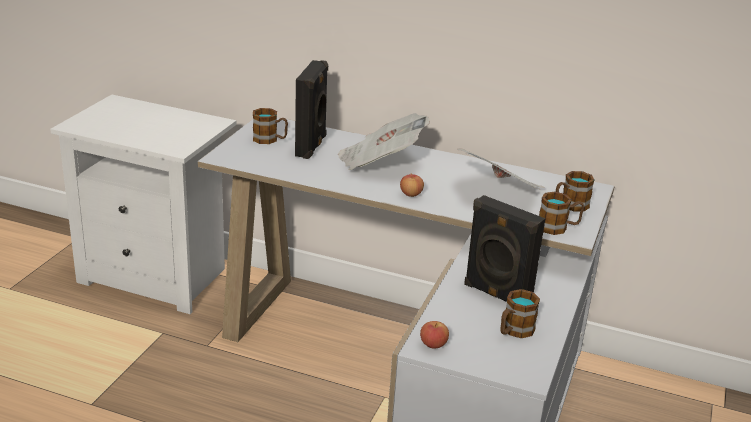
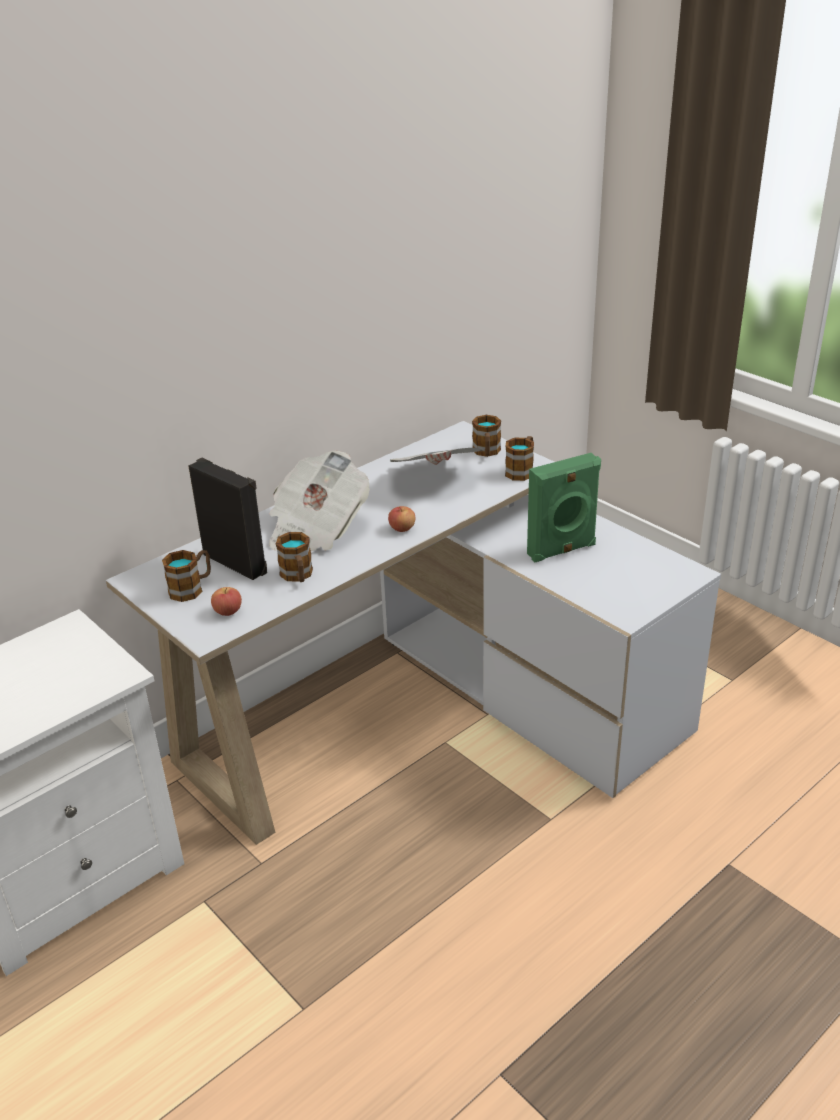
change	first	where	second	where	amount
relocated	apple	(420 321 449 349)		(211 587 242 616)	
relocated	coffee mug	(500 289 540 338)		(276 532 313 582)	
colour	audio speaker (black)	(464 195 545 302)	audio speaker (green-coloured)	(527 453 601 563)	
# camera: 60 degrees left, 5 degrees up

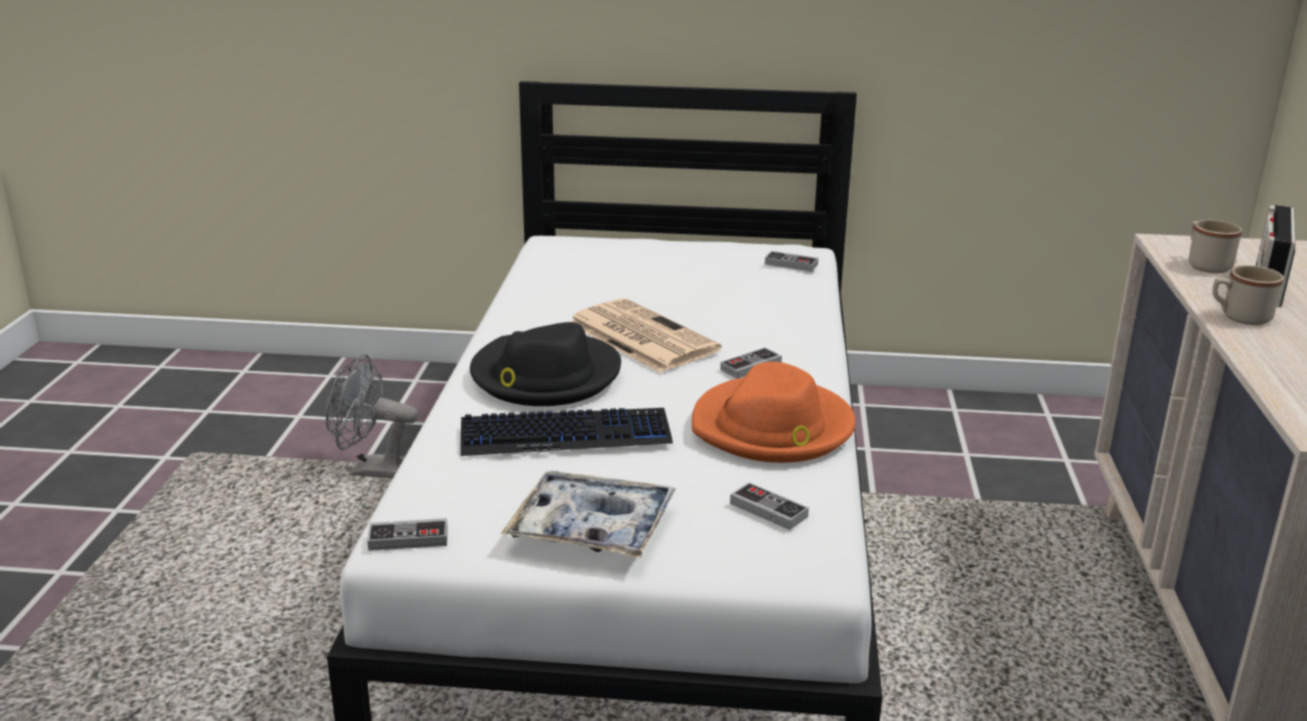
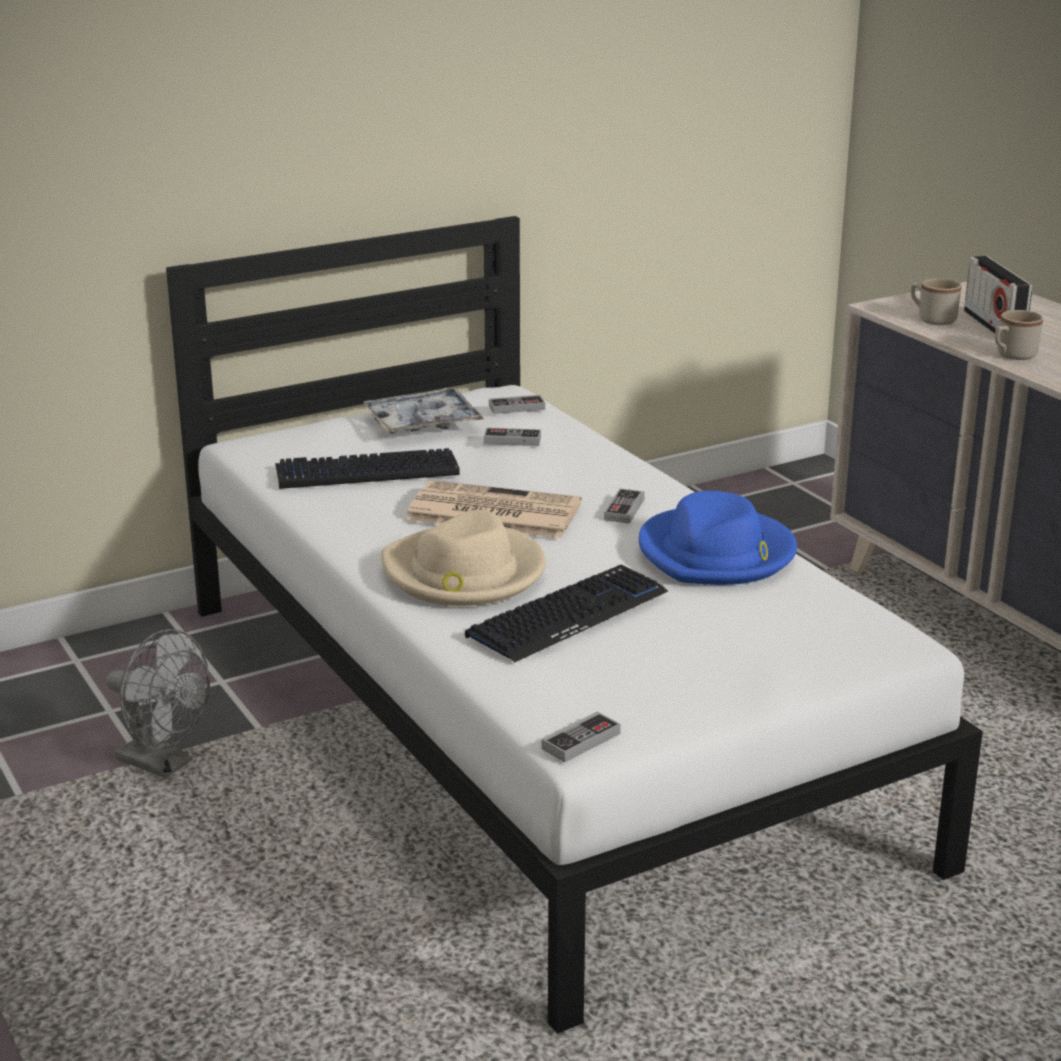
change	first	where	second	where	amount
spun	electric fan (greyish)	(326 354 418 478)		(106 629 210 778)	120 degrees counterclockwise
appeared			keyboard	(275 448 459 489)	
relocated	serving tray	(501 471 676 558)		(363 388 484 434)	
colour	clothing hat (black)	(470 322 621 406)	clothing hat (beige)	(381 510 546 606)	
relocated	gamepad	(730 482 809 530)		(484 428 541 446)	
colour	clothing hat (orange-coloured)	(692 362 856 463)	clothing hat (blue)	(639 491 797 585)	
# camera: 35 degrees left, 0 degrees up

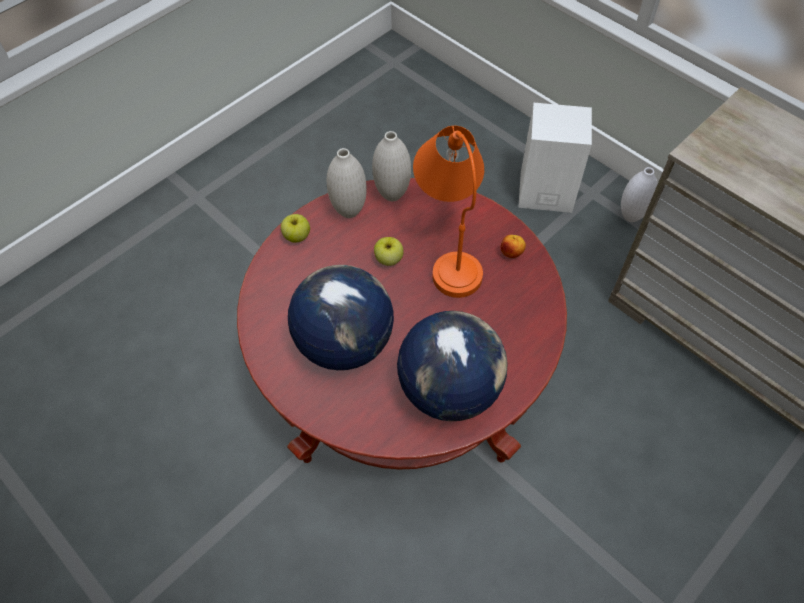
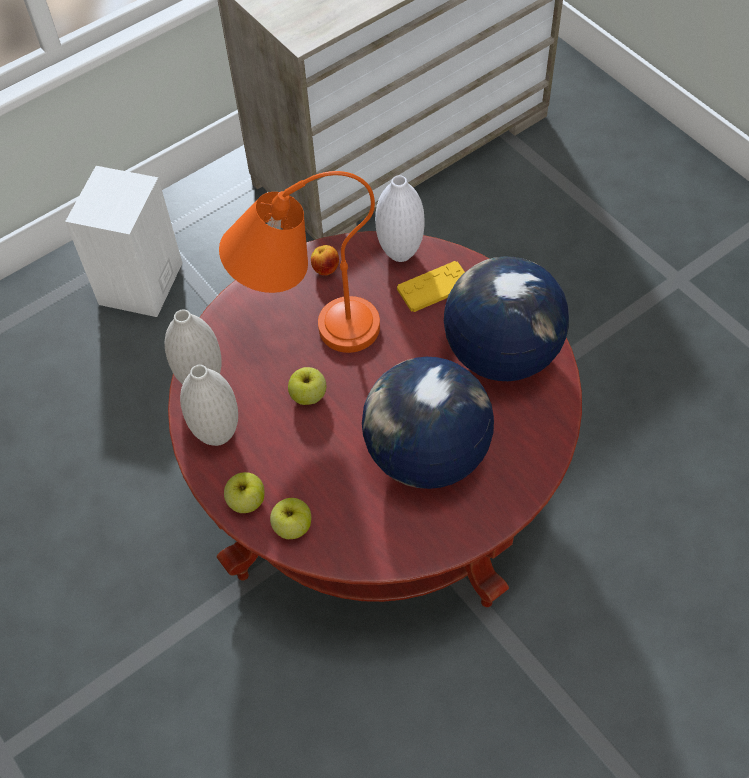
change	first	where	second	where	amount
appeared			apple	(270 498 311 539)	
relocated	flower vase (white)	(621 167 658 222)		(375 175 424 262)	
appeared			gamepad (yellow)	(397 261 465 312)	
# camera: 80 degrees left, 0 degrees up

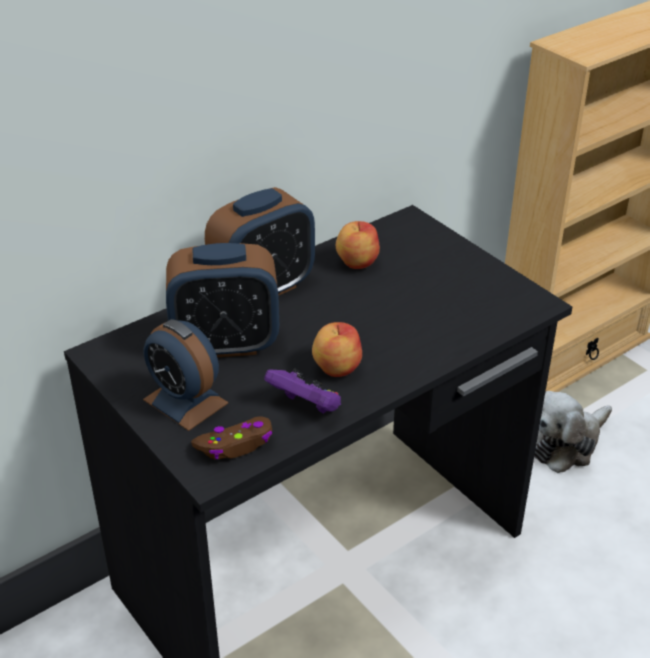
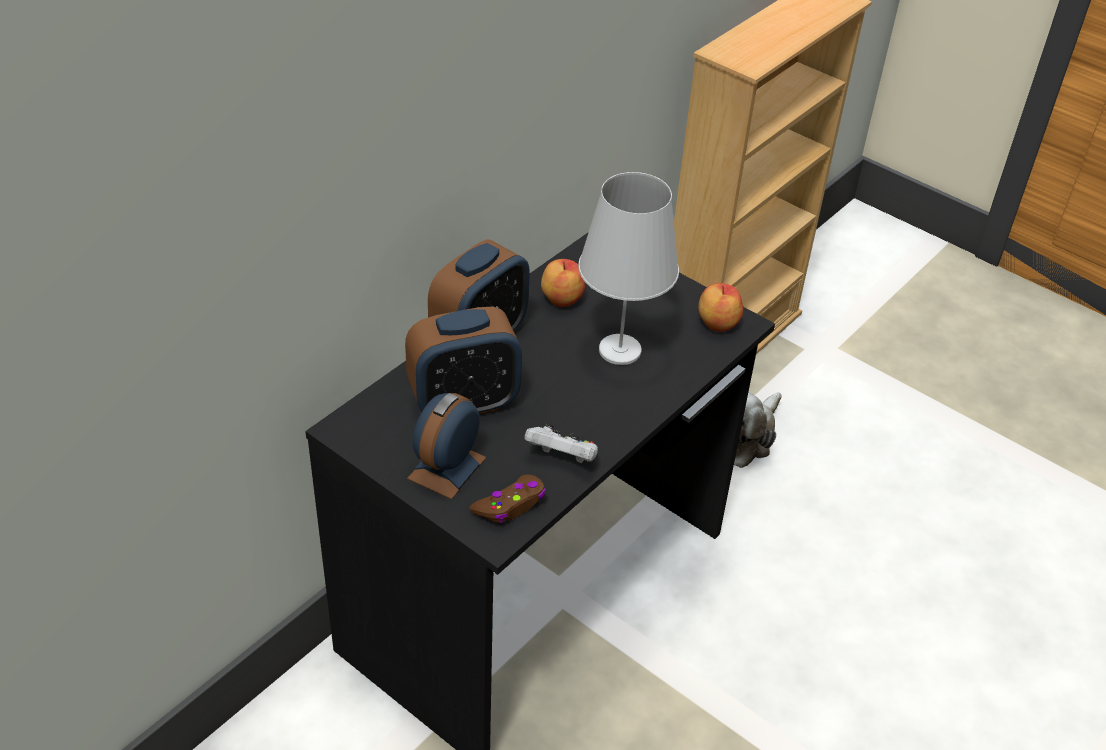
change	first	where	second	where	amount
spun	table clock	(143 319 228 431)		(407 393 486 499)	90 degrees clockwise
colour	gamepad (purple-coloured)	(264 369 341 414)	gamepad (white)	(524 423 598 463)	
appeared			lamp for a table (white)	(578 172 679 365)	
relocated	apple	(312 322 362 377)		(698 283 743 332)	
# camera: 15 degrees left, 5 degrees up

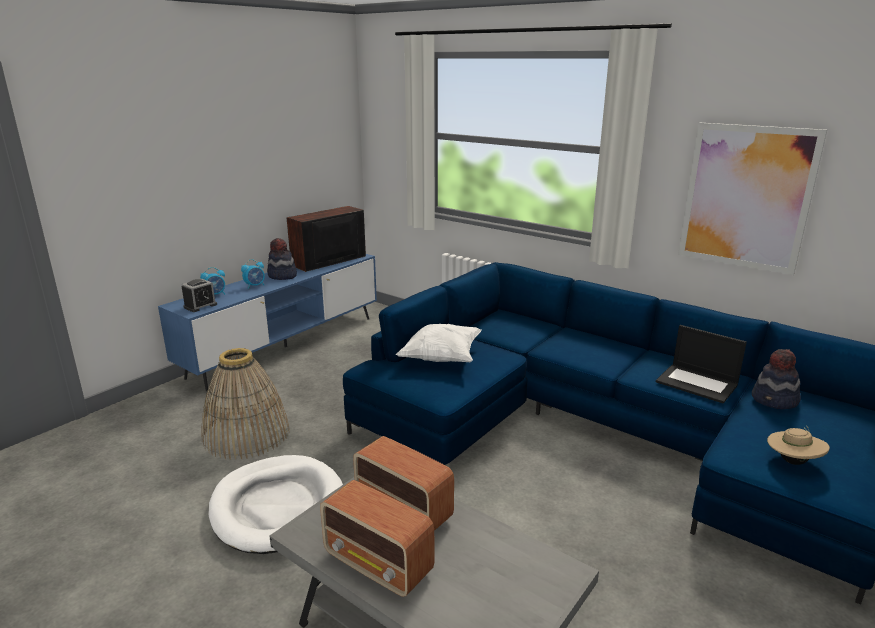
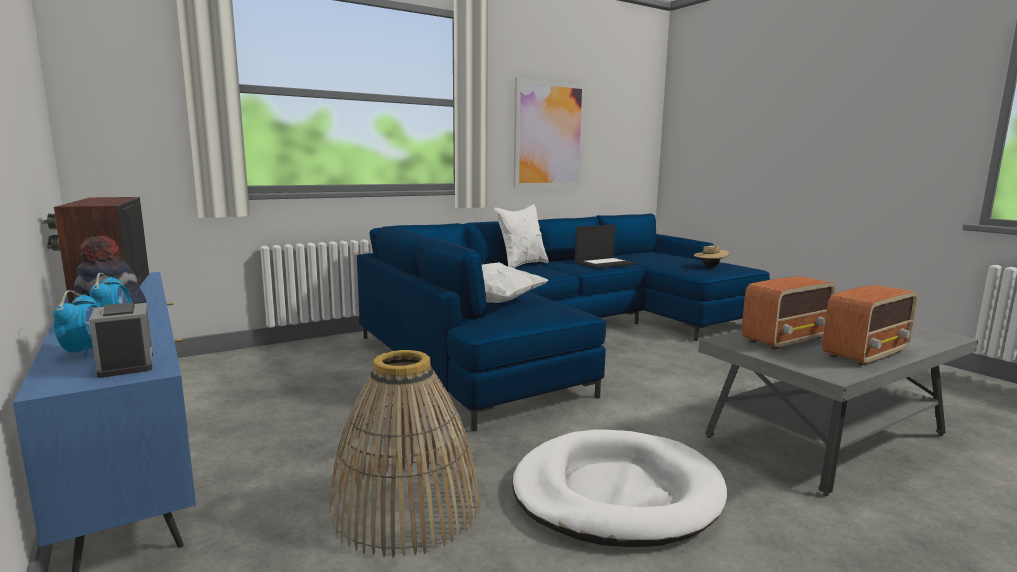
change	first	where	second	where	amount
appeared			pillow (white)	(494 204 549 268)	
missing	clothing hat	(752 349 801 409)			
# camera: 70 degrees left, 10 degrees down

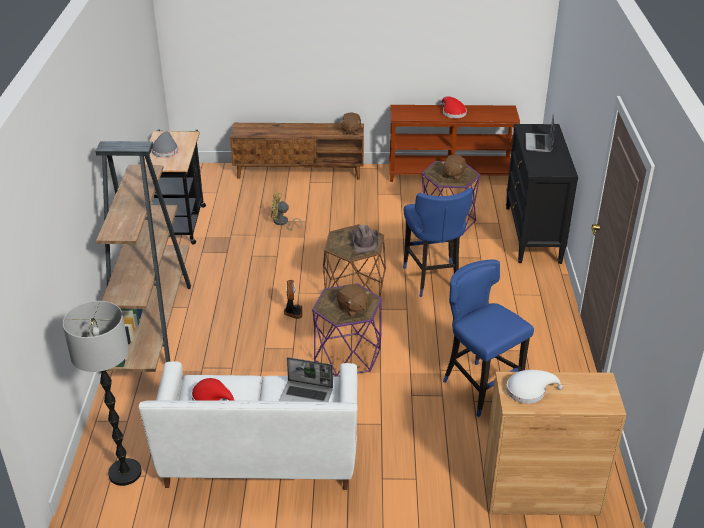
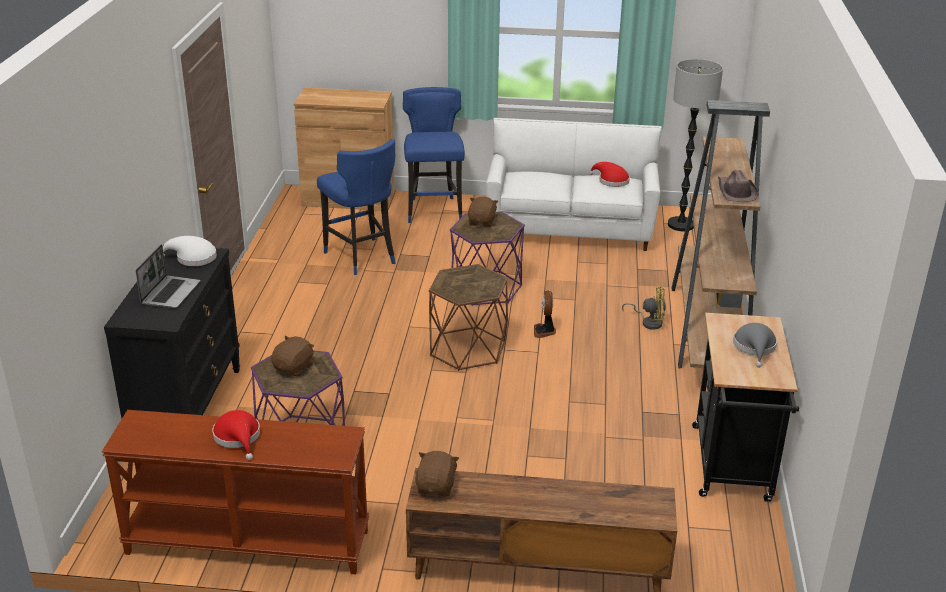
change	first	where	second	where	amount
relocated	clothing hat (white)	(506 370 563 404)		(163 236 217 266)	
relocated	stool (blue)	(403 188 473 297)		(403 87 465 223)	
spun	cuddly toy (brown)	(337 284 370 317)		(468 196 499 227)	45 degrees clockwise
relocated	electric fan (yellow)	(271 193 302 231)		(622 287 666 330)	
relocated	clothing hat (brown)	(350 225 378 253)		(718 170 759 202)	
missing	laptop	(279 357 333 402)			
# camera: 175 degrees left, 5 degrees down

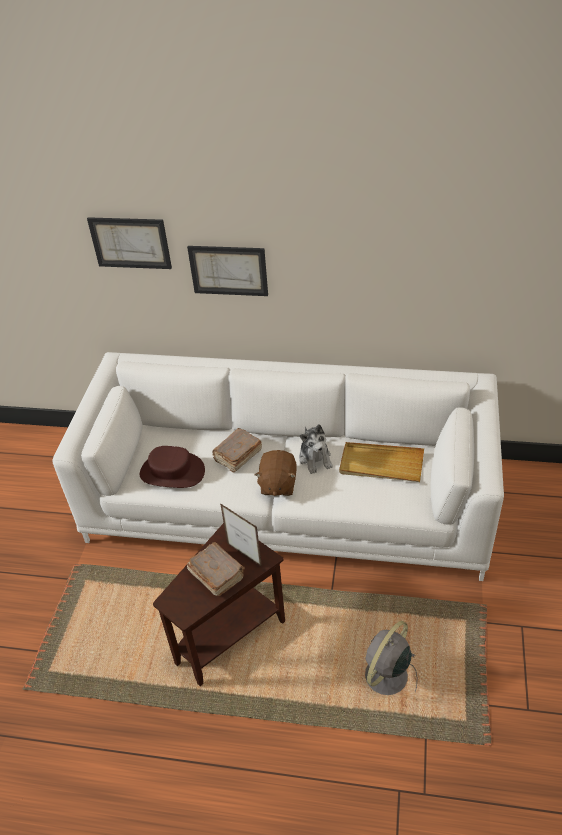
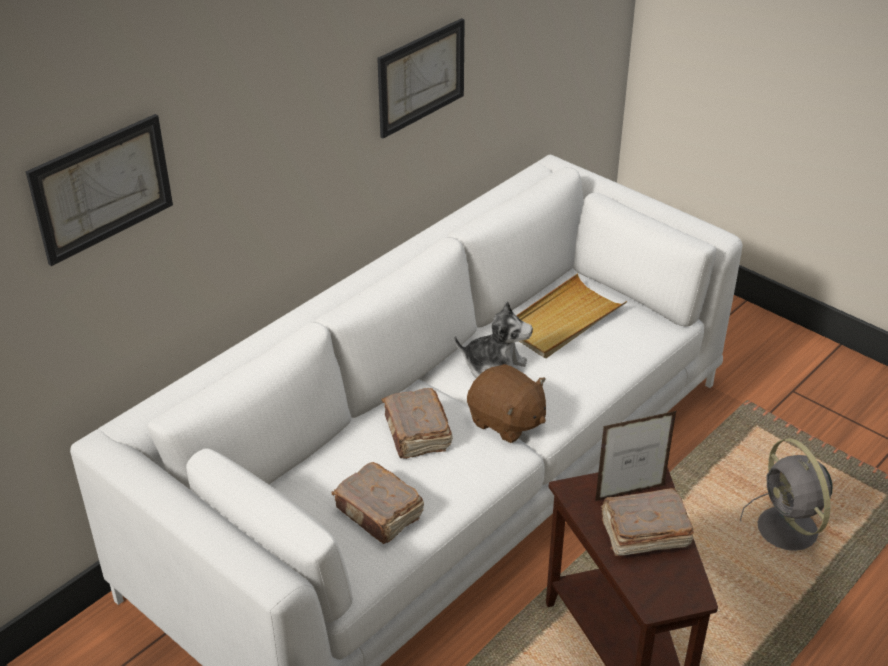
change	first	where	second	where	amount
exchanged	clothing hat (brown)	(140 446 205 488)	bound book (brown)	(332 462 424 544)	
relocated	wall picture	(187 246 268 296)		(377 18 465 139)	
# camera: 60 degrees left, 5 degrees down

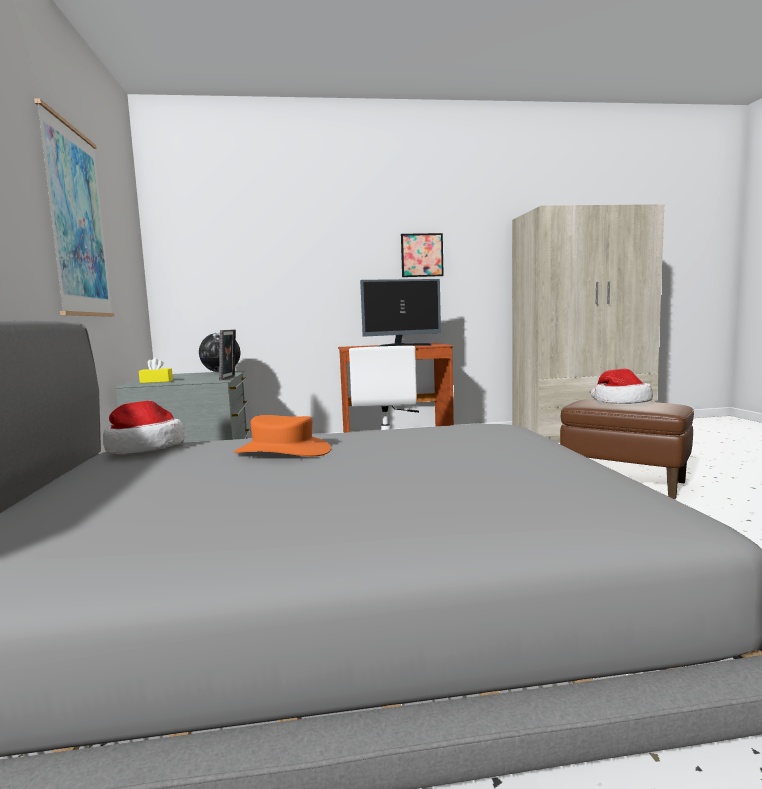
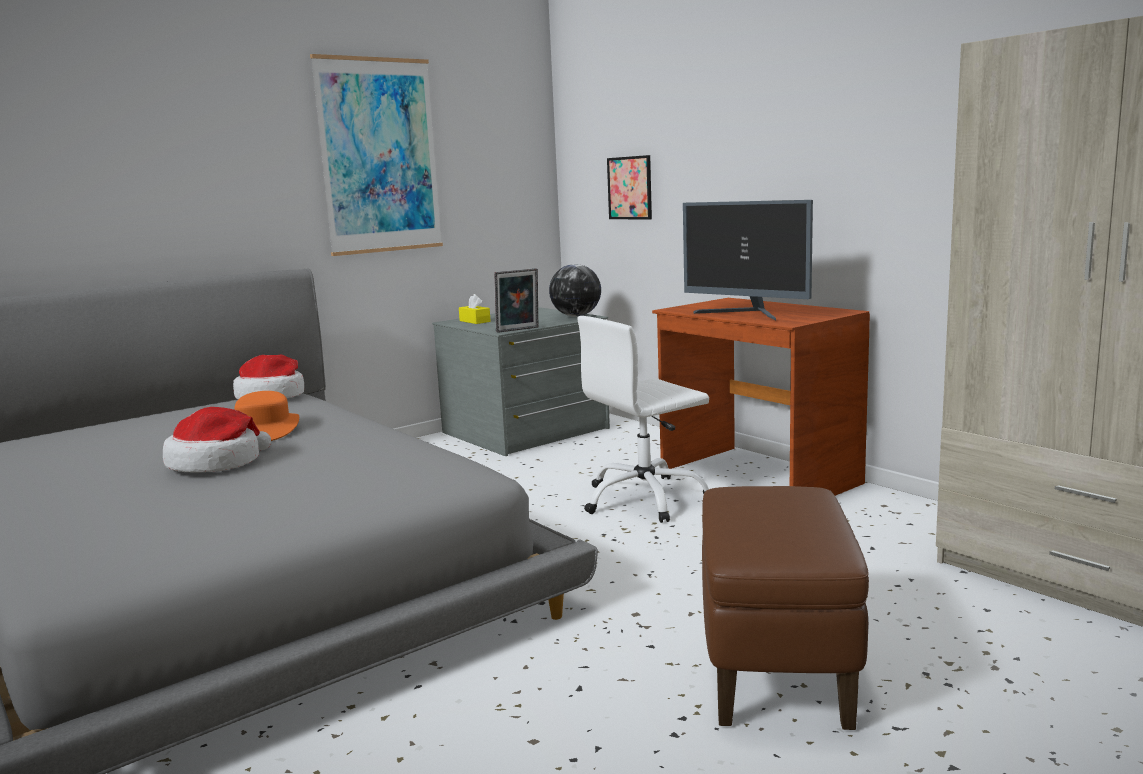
change	first	where	second	where	amount
relocated	clothing hat	(591 369 653 404)		(163 407 271 473)	
relocated	wall picture	(401 233 444 277)		(607 155 652 220)	
# camera: 60 degrees right, 5 degrees up

